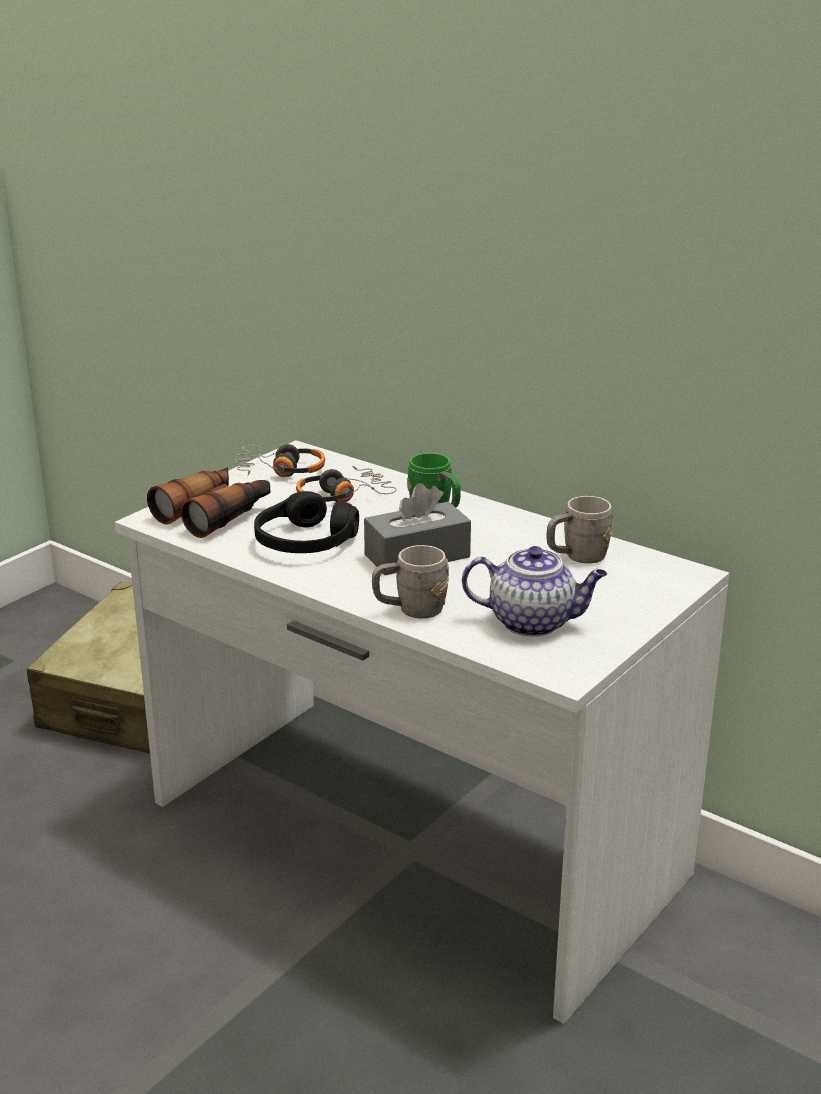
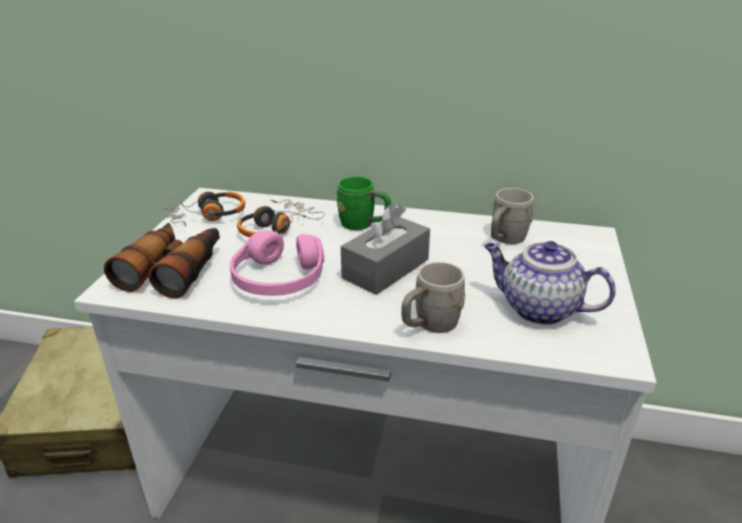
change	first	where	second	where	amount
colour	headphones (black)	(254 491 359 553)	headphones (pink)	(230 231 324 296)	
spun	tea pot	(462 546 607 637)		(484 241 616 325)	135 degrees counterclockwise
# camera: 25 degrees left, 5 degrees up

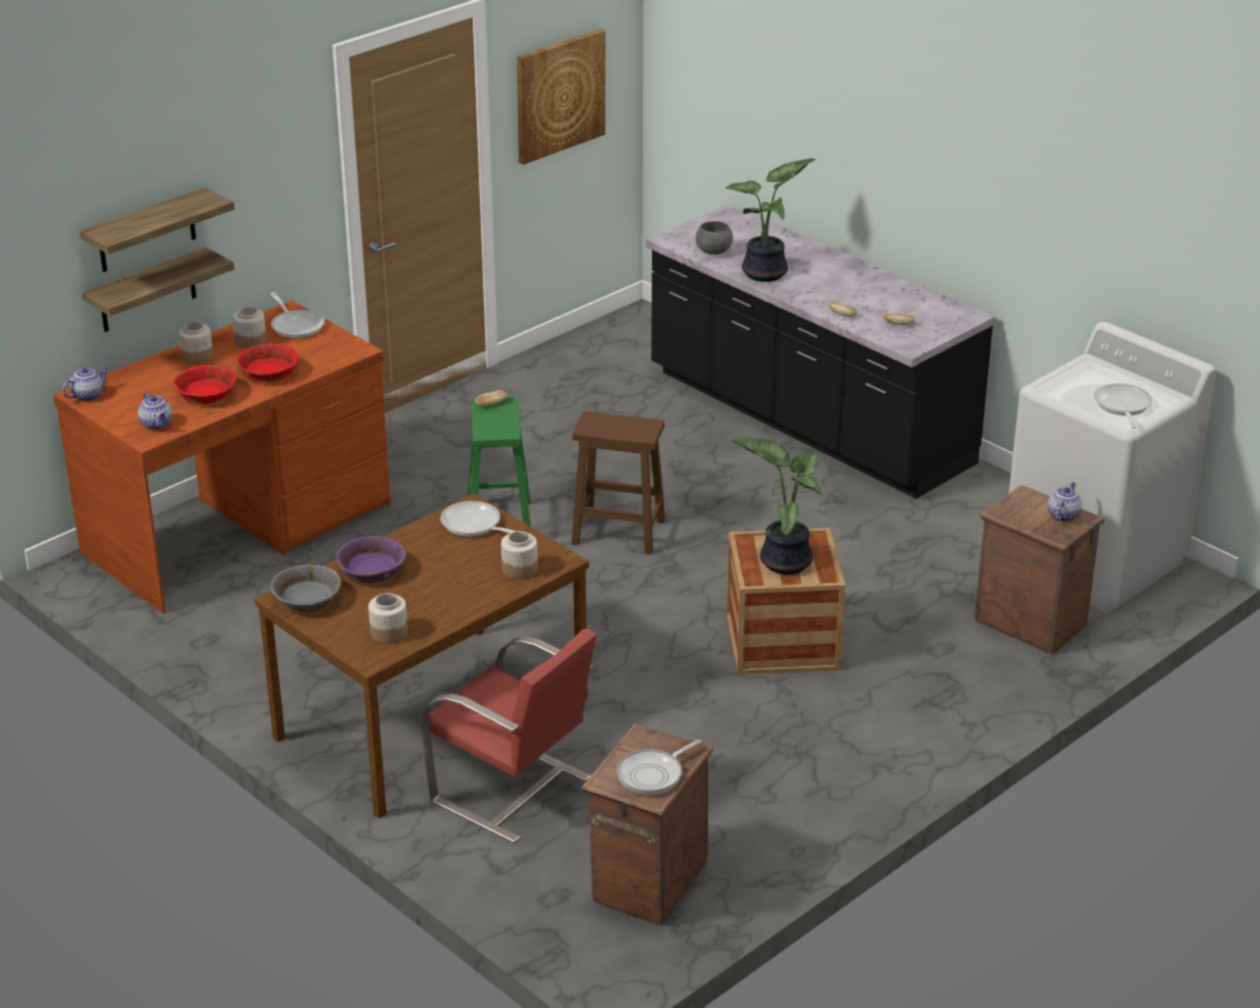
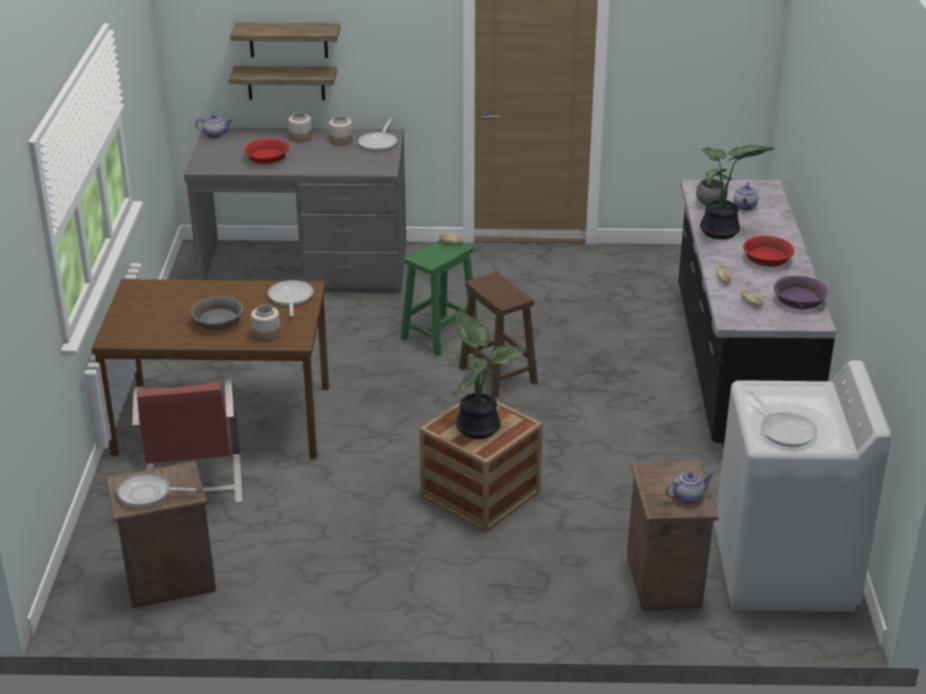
change	first	where	second	where	amount
colour	desk unit (brown)	(53 301 391 613)	desk unit (greyish)	(184 128 406 294)	
relocated	bowl (greyish)	(271 564 341 612)		(190 296 244 330)	
relocated	tea pot	(138 392 172 430)		(734 183 759 210)	
relocated	bowl (reddish)	(236 343 299 382)		(743 236 794 267)	
spun	skillet	(1094 383 1152 428)		(747 390 817 447)	105 degrees clockwise
relocated	bowl (purple-coloured)	(336 536 406 583)		(774 275 828 309)	
missing	storage jar	(368 593 408 644)			
missing	wall picture	(517 29 606 165)			
# camera: 45 degrees right, 0 degrees up

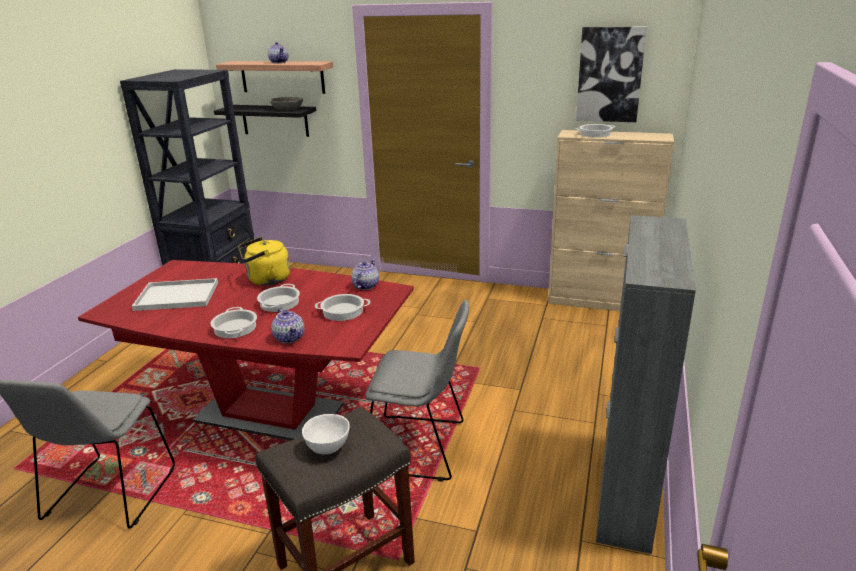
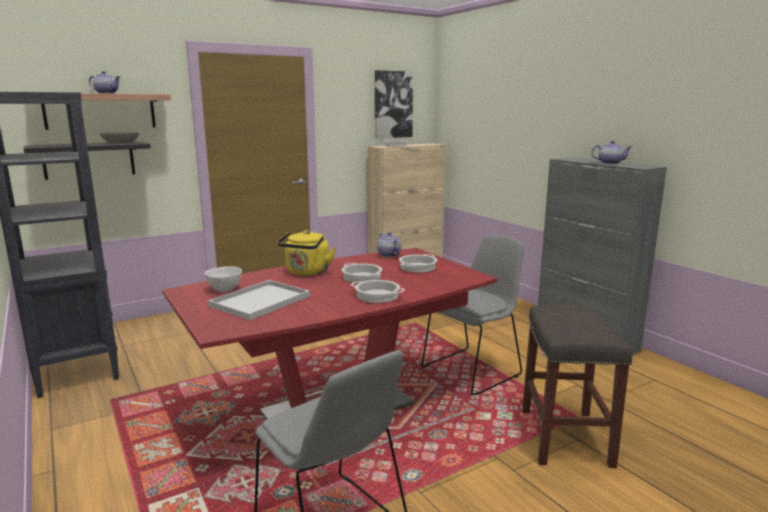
change	first	where	second	where	amount
relocated	bowl (white)	(302 414 350 454)		(205 266 242 292)	
relocated	tea pot	(271 308 304 343)		(591 141 632 164)	
# camera: 50 degrees left, 10 degrees down

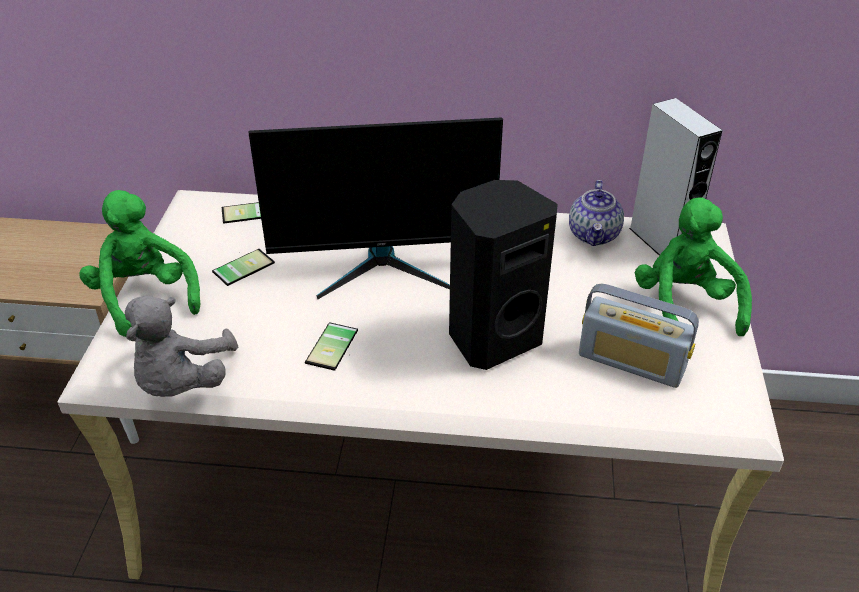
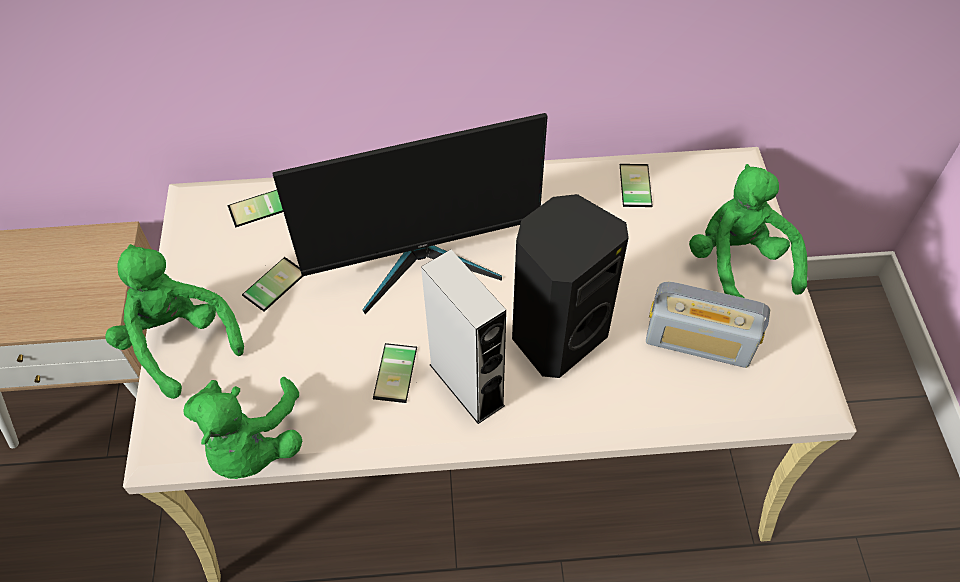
change	first	where	second	where	amount
colour	cuddly toy (greyish)	(125 295 238 397)	cuddly toy (green-coloured)	(183 377 302 479)	
relocated	audio speaker (greyish)	(629 98 722 256)		(421 249 506 424)	
exchanged	tea pot	(569 180 624 246)	handset	(620 164 653 207)	
# camera: 10 degrees left, 15 degrees up

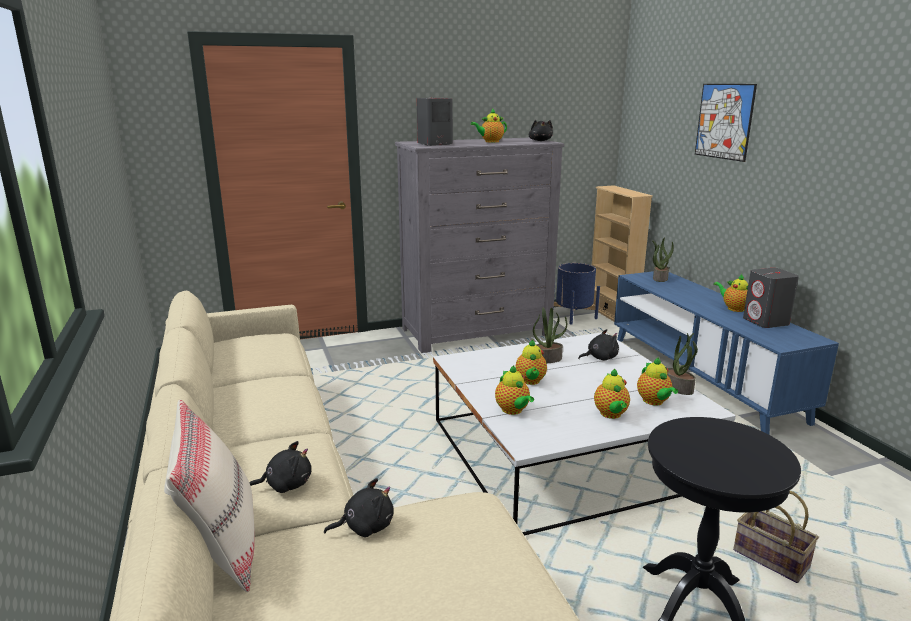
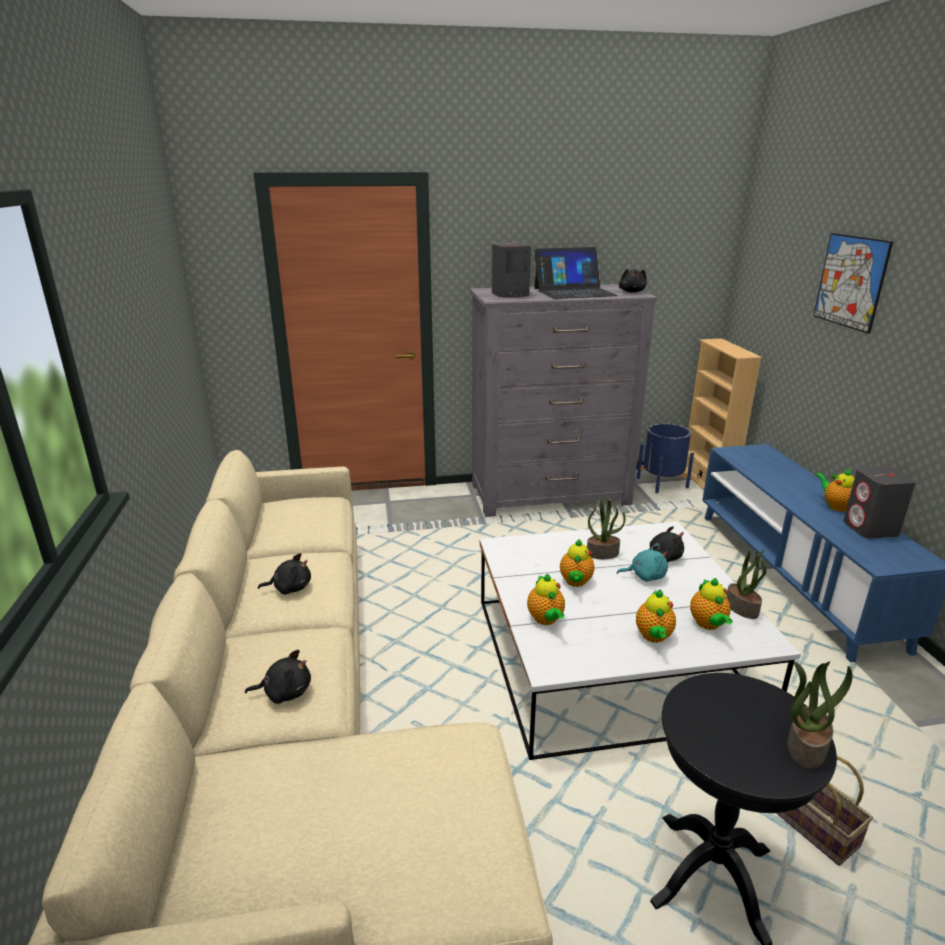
change	first	where	second	where	amount
relocated	cuddly toy (black)	(324 478 394 537)		(258 553 311 594)	
exchanged	tea pot	(471 108 507 143)	laptop	(534 247 618 299)	
appeared			cuddly toy (blue-green)	(617 544 668 582)	
relocated	plant in a pot	(652 237 674 282)		(787 661 852 768)	
missing	pillow (beige)	(164 400 255 592)			
# camera: 10 degrees right, 5 degrees up

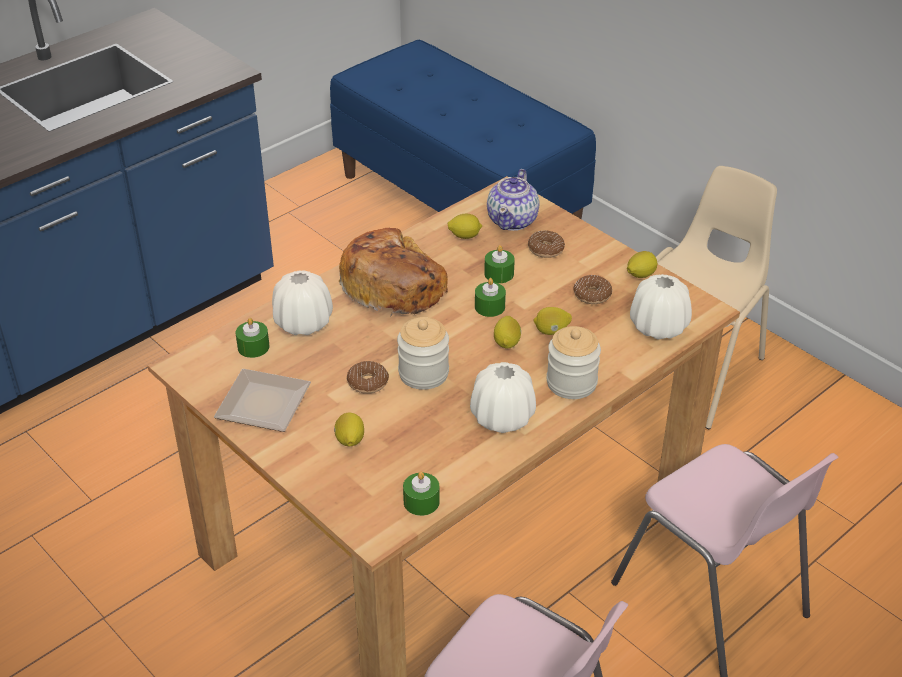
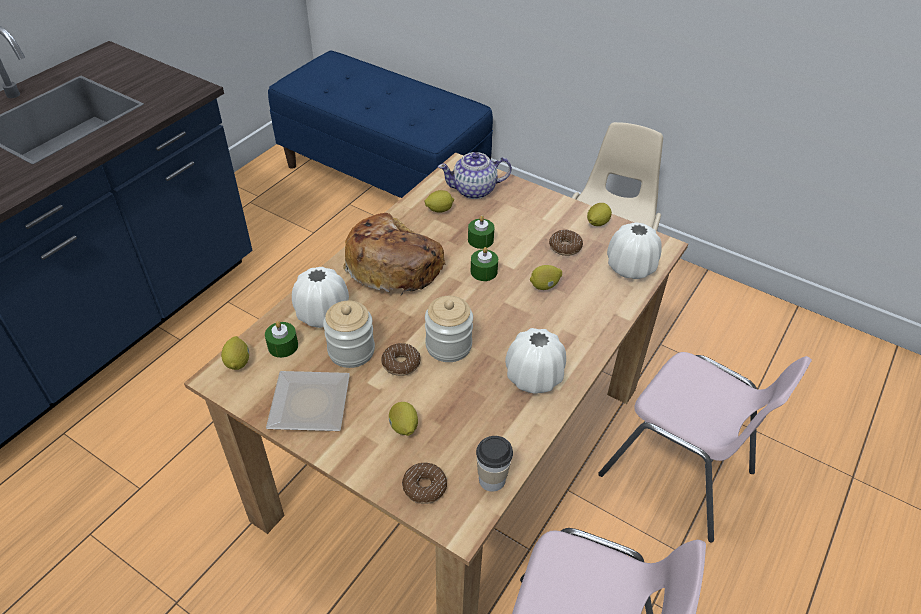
change	first	where	second	where	amount
relocated	whole lemon	(494 316 521 348)		(221 336 249 370)	
relocated	storage jar	(547 326 601 399)		(323 301 375 368)	
relocated	doughnut	(528 231 565 258)		(402 463 447 504)	
spun	tea pot	(487 169 539 231)		(438 152 512 199)	75 degrees clockwise
exchanged	wax candle (green-coloured)	(403 472 440 516)	small cup	(476 436 513 492)	
# camera: 15 degrees left, 5 degrees up

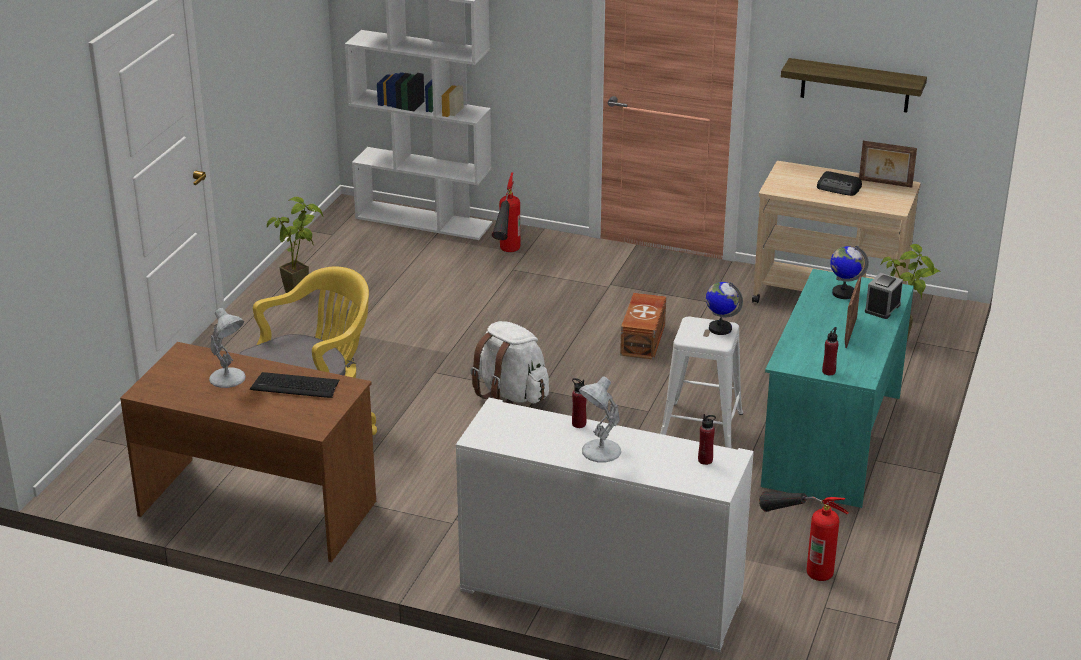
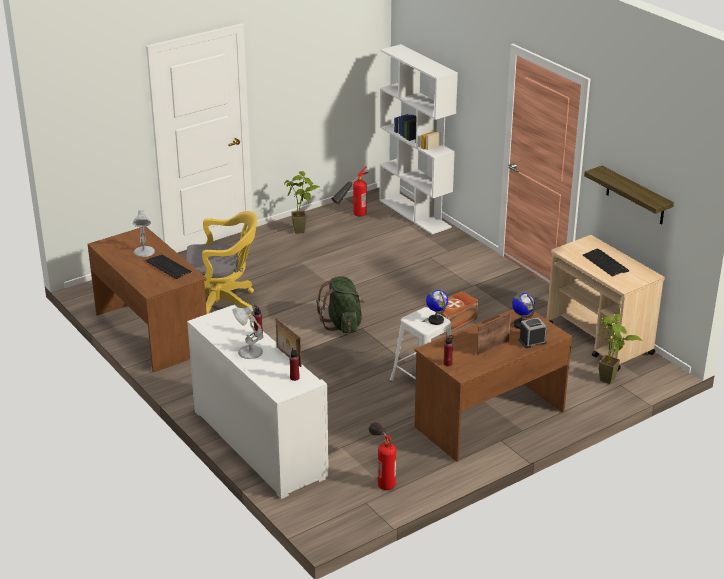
change	first	where	second	where	amount
relocated	picture frame	(859 141 917 188)		(276 318 301 367)	
colour	backpack (white)	(471 321 549 404)	backpack (green-coloured)	(317 276 365 334)	
relocated	fire-fighting cylinder	(492 172 520 252)		(331 166 368 216)	
colour	desk unit (blue-green)	(761 269 914 508)	desk unit (brown)	(414 309 572 462)	
exchanged	radio	(817 171 862 196)	keyboard	(583 249 629 277)	
# camera: 35 degrees right, 0 degrees up

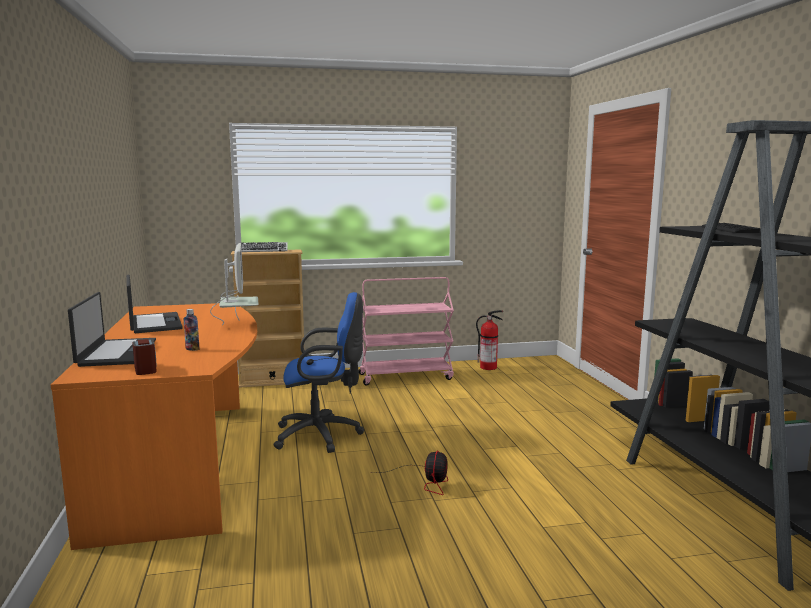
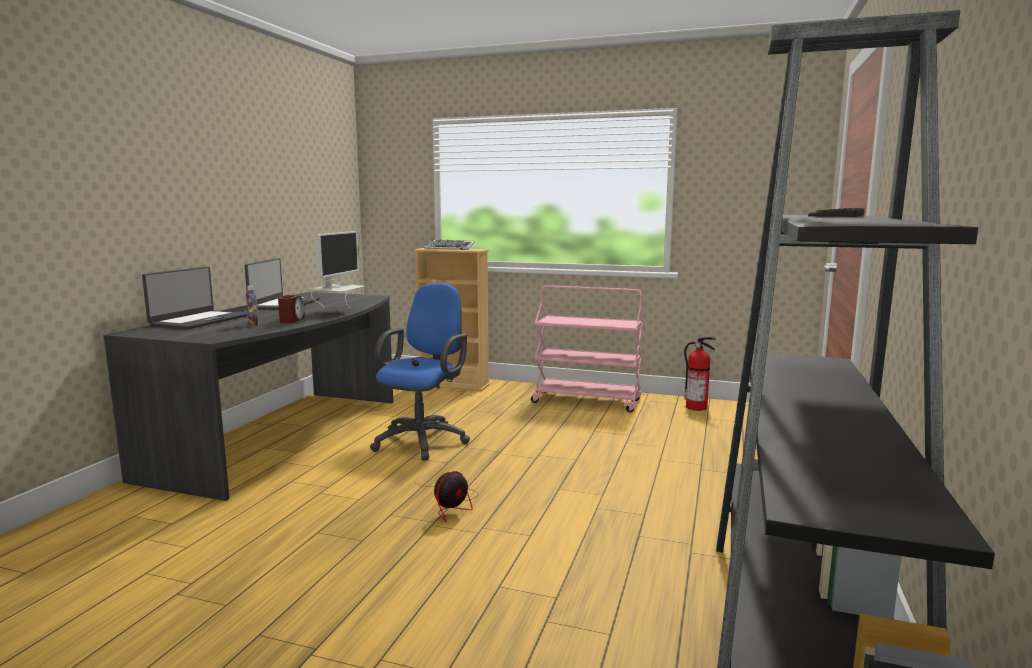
change	first	where	second	where	amount
colour	desk unit (orange-coloured)	(51 303 257 550)	desk unit (greyish)	(103 292 393 501)	
relocated	table clock	(133 339 157 375)		(278 295 305 323)	
spun	desk chair (blue)	(273 292 364 453)		(370 283 470 461)	90 degrees counterclockwise
# camera: 30 degrees right, 0 degrees up

